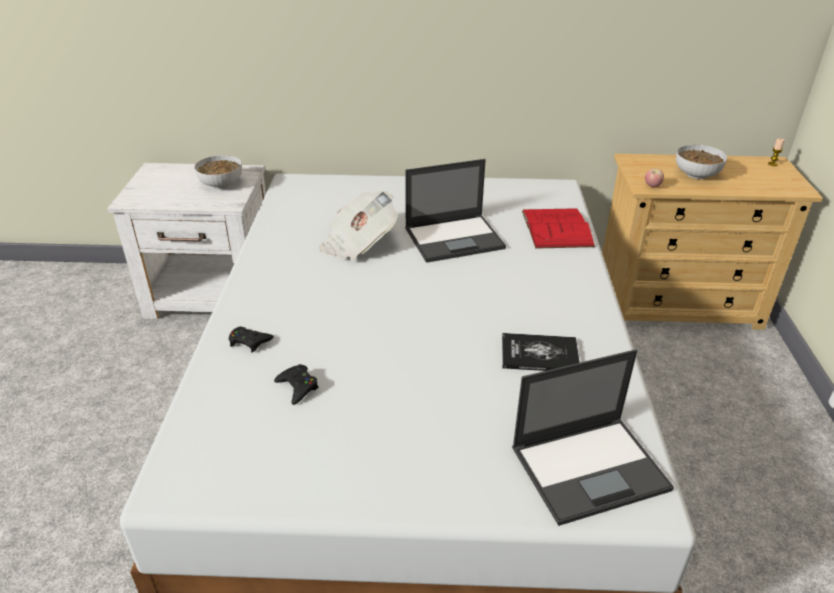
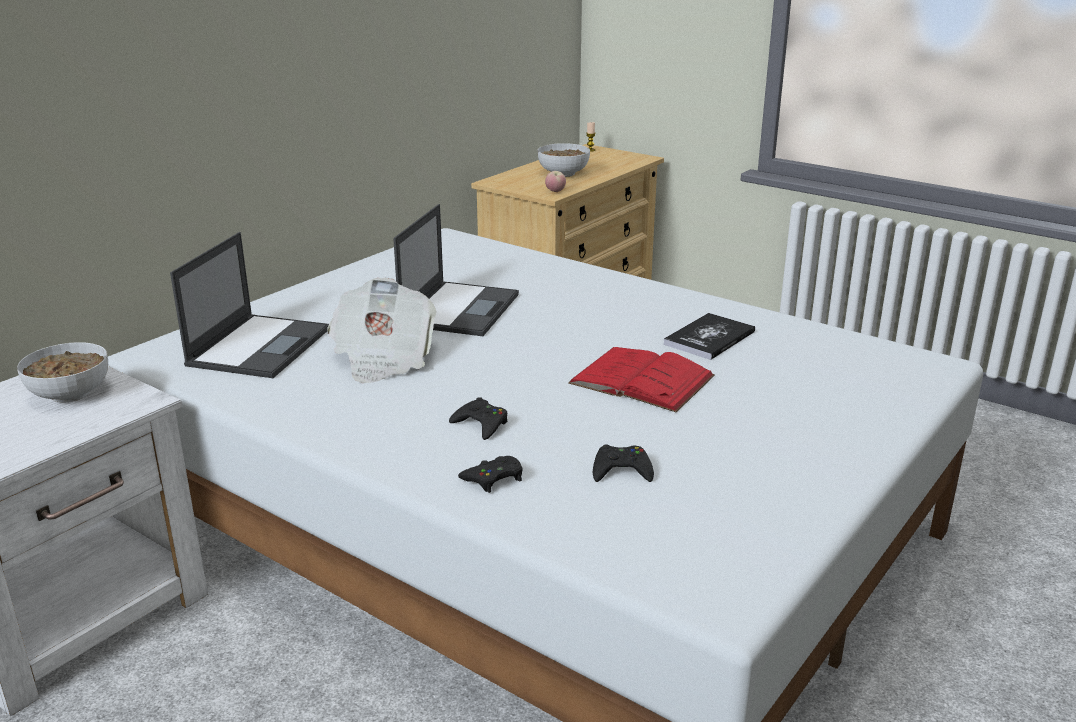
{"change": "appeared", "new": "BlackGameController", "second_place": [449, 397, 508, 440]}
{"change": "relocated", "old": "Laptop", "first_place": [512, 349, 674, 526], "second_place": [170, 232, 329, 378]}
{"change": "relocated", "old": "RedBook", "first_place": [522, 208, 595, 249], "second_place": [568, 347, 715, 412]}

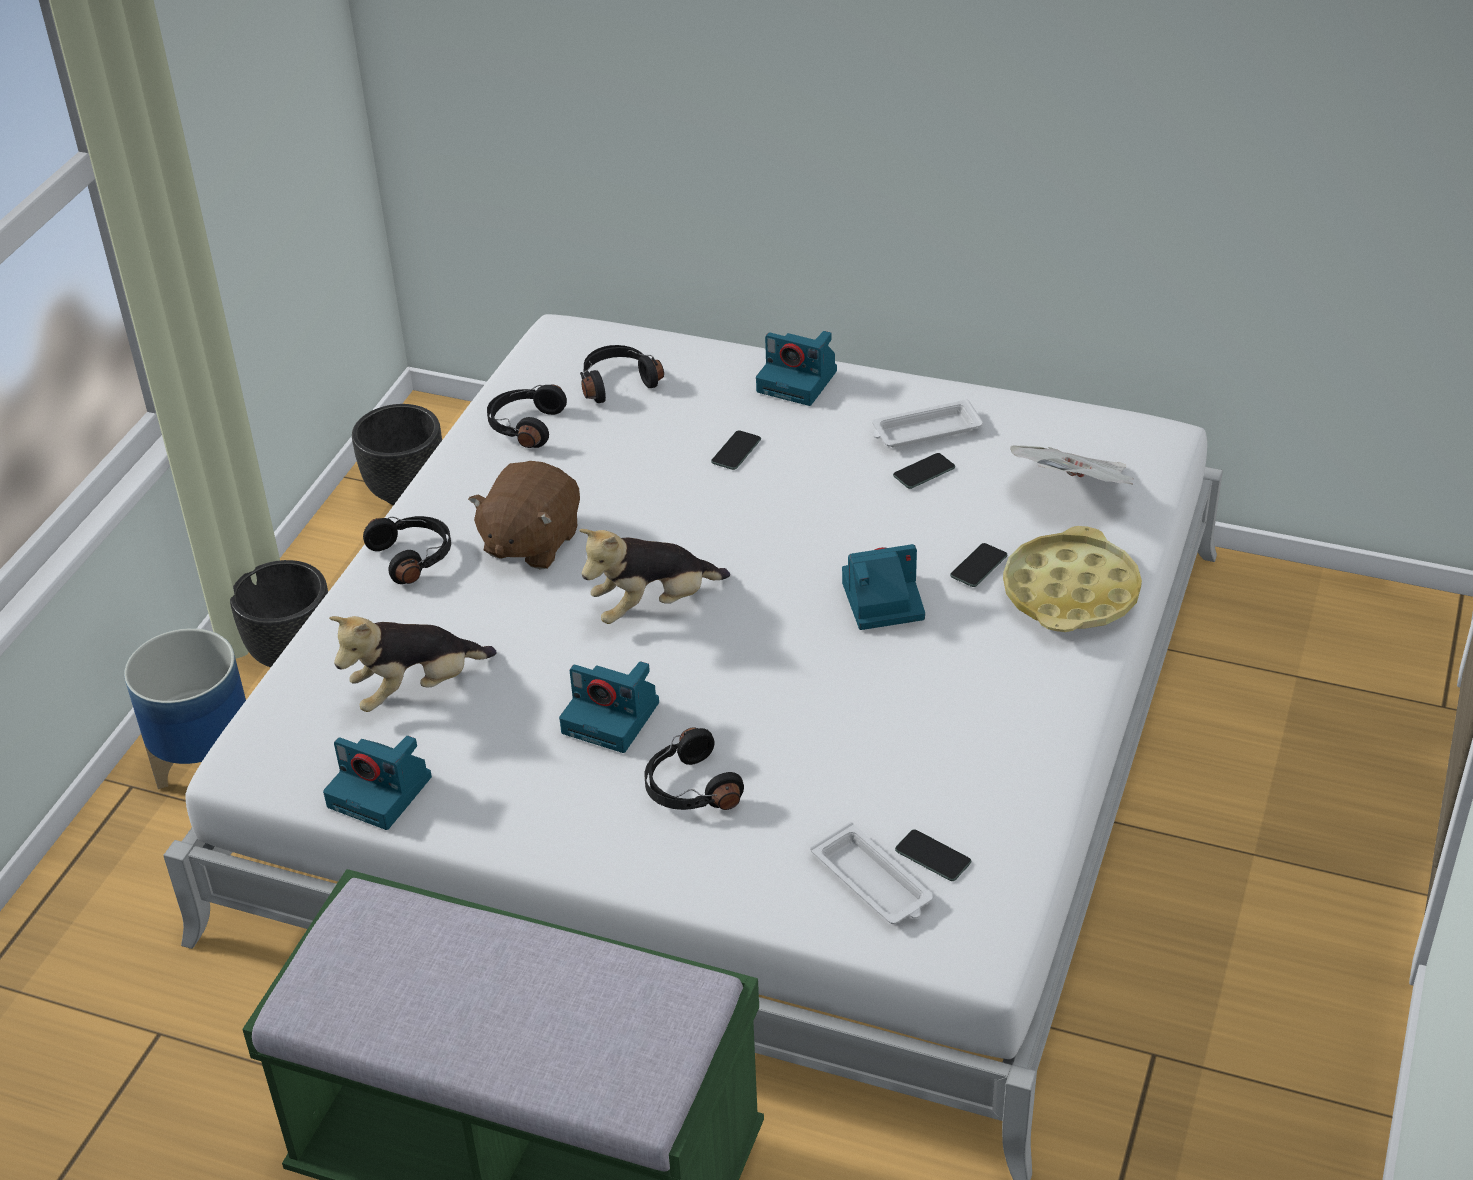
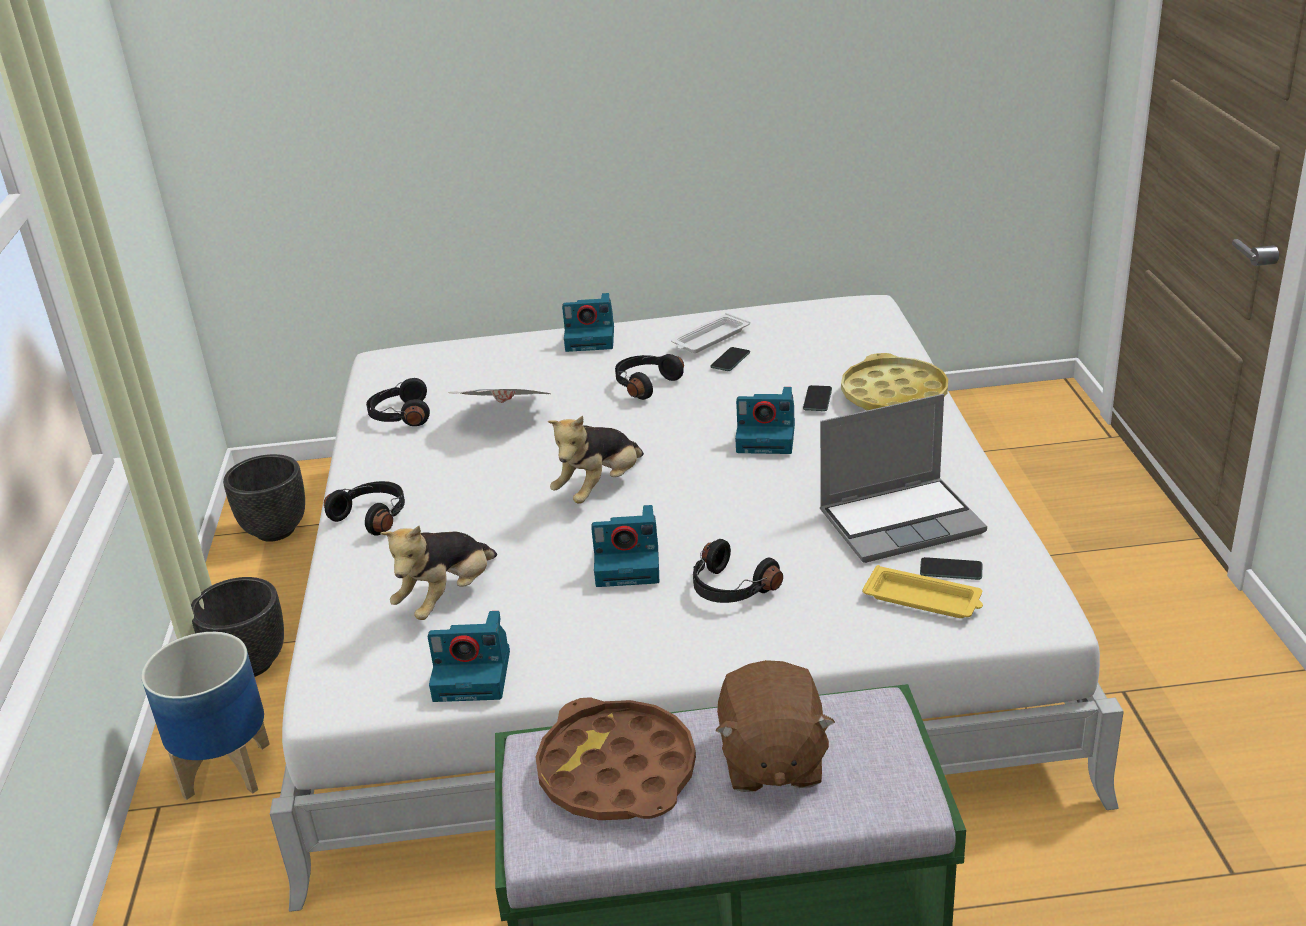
{"change": "missing", "old": "Phone", "first_place": [711, 430, 761, 470]}
{"change": "appeared", "new": "BrownTray", "second_place": [535, 697, 696, 820]}
{"change": "appeared", "new": "Laptop", "second_place": [820, 394, 987, 563]}
{"change": "relocated", "old": "BrownPlushToy", "first_place": [468, 461, 580, 569], "second_place": [715, 660, 835, 792]}
{"change": "relocated", "old": "BlackHeadphones", "first_place": [580, 345, 664, 403], "second_place": [615, 354, 684, 400]}
{"change": "relocated", "old": "Newspaper", "first_place": [1010, 445, 1134, 485], "second_place": [448, 389, 551, 403]}
{"change": "colour", "old": "WhiteTray", "new": "YellowTray", "first_place": [810, 822, 934, 924], "second_place": [862, 565, 983, 618]}
{"change": "spun", "old": "PhotoCamera", "first_place": [842, 544, 925, 630], "second_place": [735, 387, 795, 454], "degrees": -135}

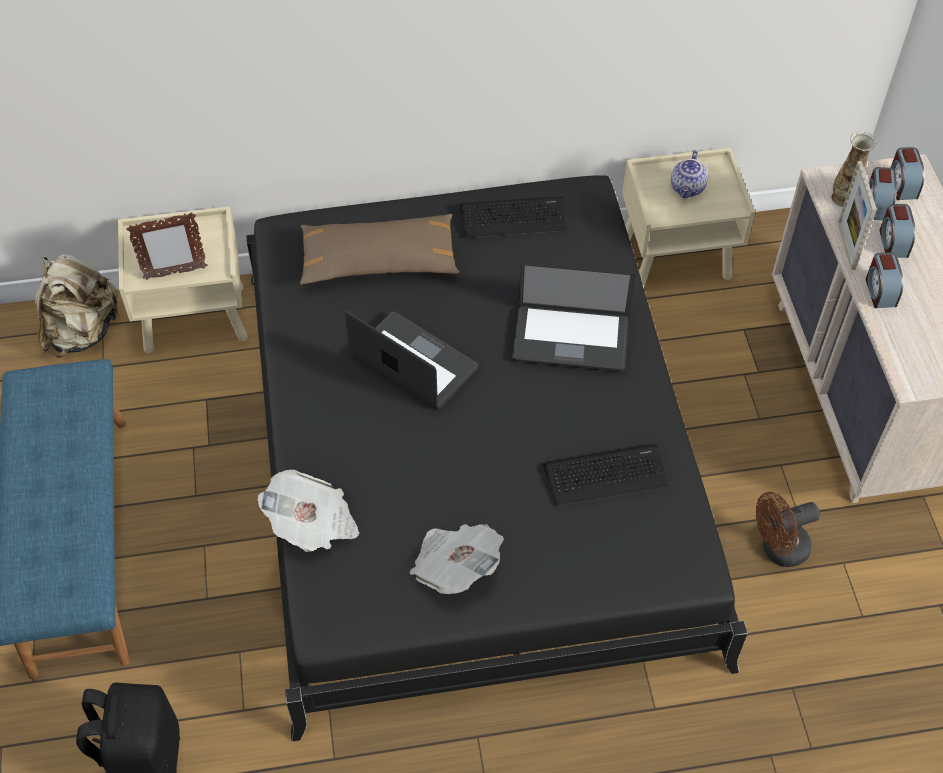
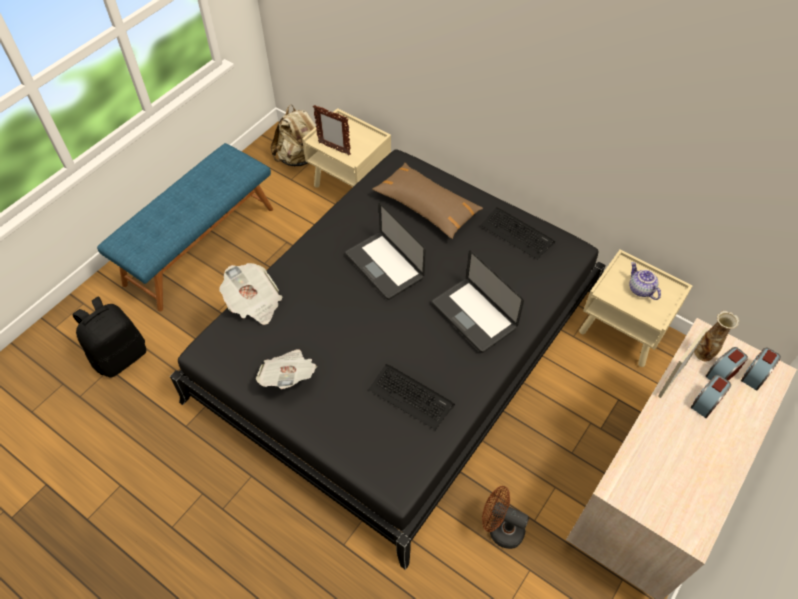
{"change": "missing", "old": "AlarmClock", "first_place": [866, 252, 903, 308]}
{"change": "spun", "old": "Laptop", "first_place": [344, 310, 479, 410], "second_place": [346, 203, 426, 300], "degrees": 150}
{"change": "spun", "old": "Teapot", "first_place": [671, 150, 708, 198], "second_place": [629, 262, 661, 300], "degrees": 90}

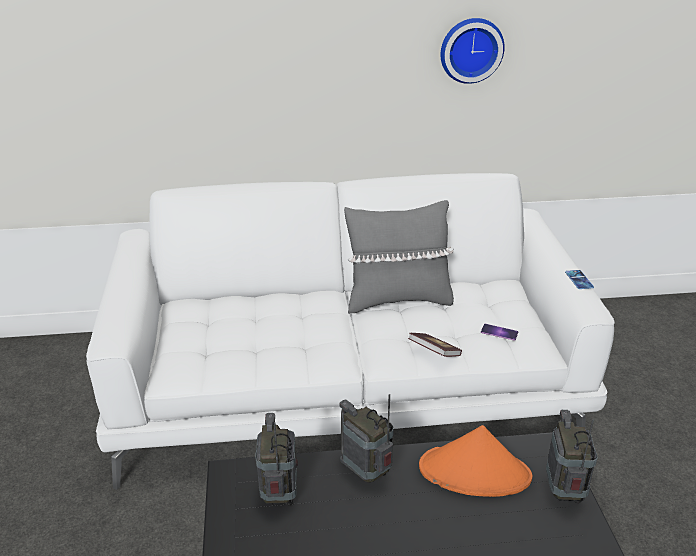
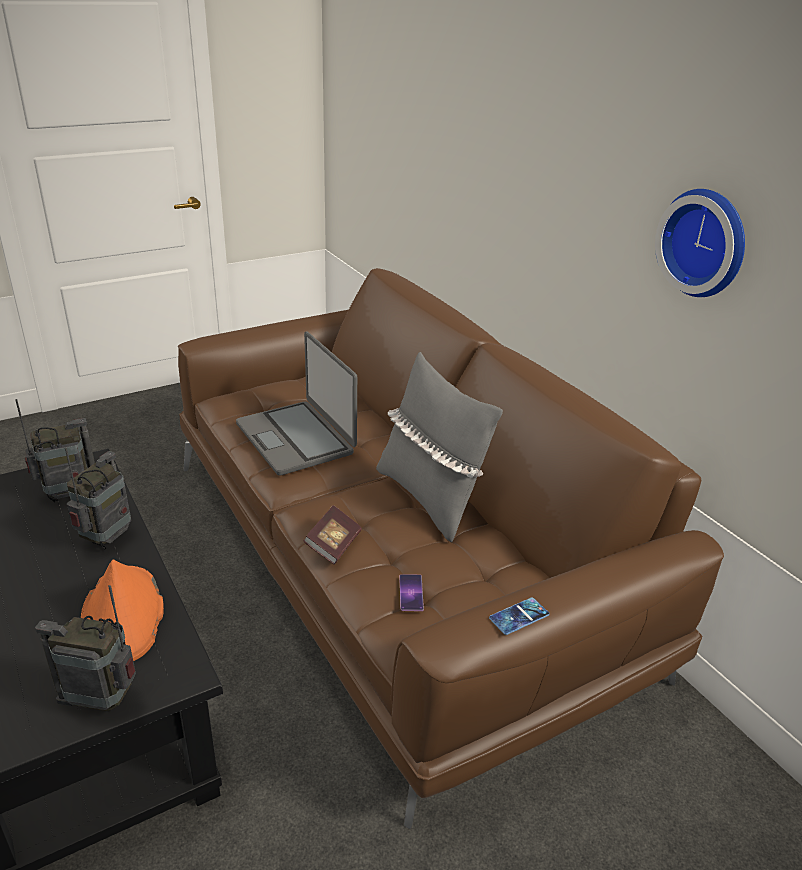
{"change": "appeared", "new": "Laptop", "second_place": [236, 331, 357, 476]}
{"change": "colour", "old": "WhiteSofa", "new": "BrownSofa", "first_place": [86, 173, 615, 490], "second_place": [178, 268, 724, 829]}
{"change": "spun", "old": "Radio", "first_place": [546, 410, 598, 503], "second_place": [35, 585, 136, 711], "degrees": -150}

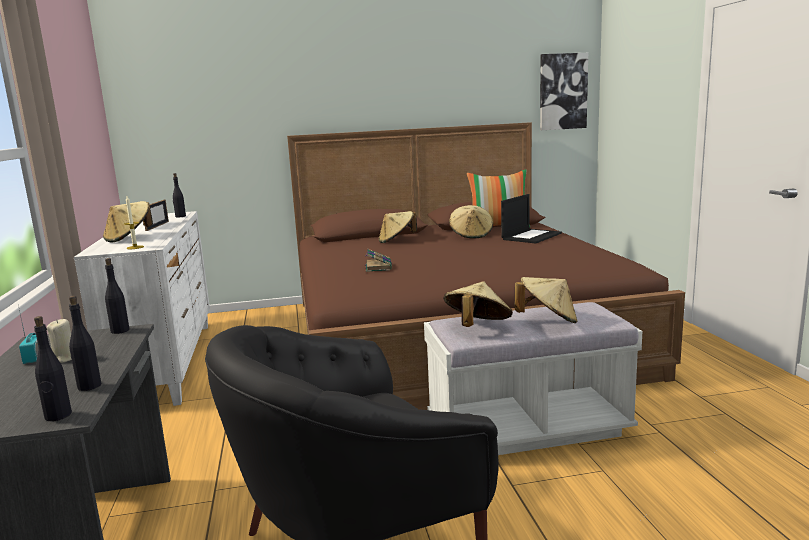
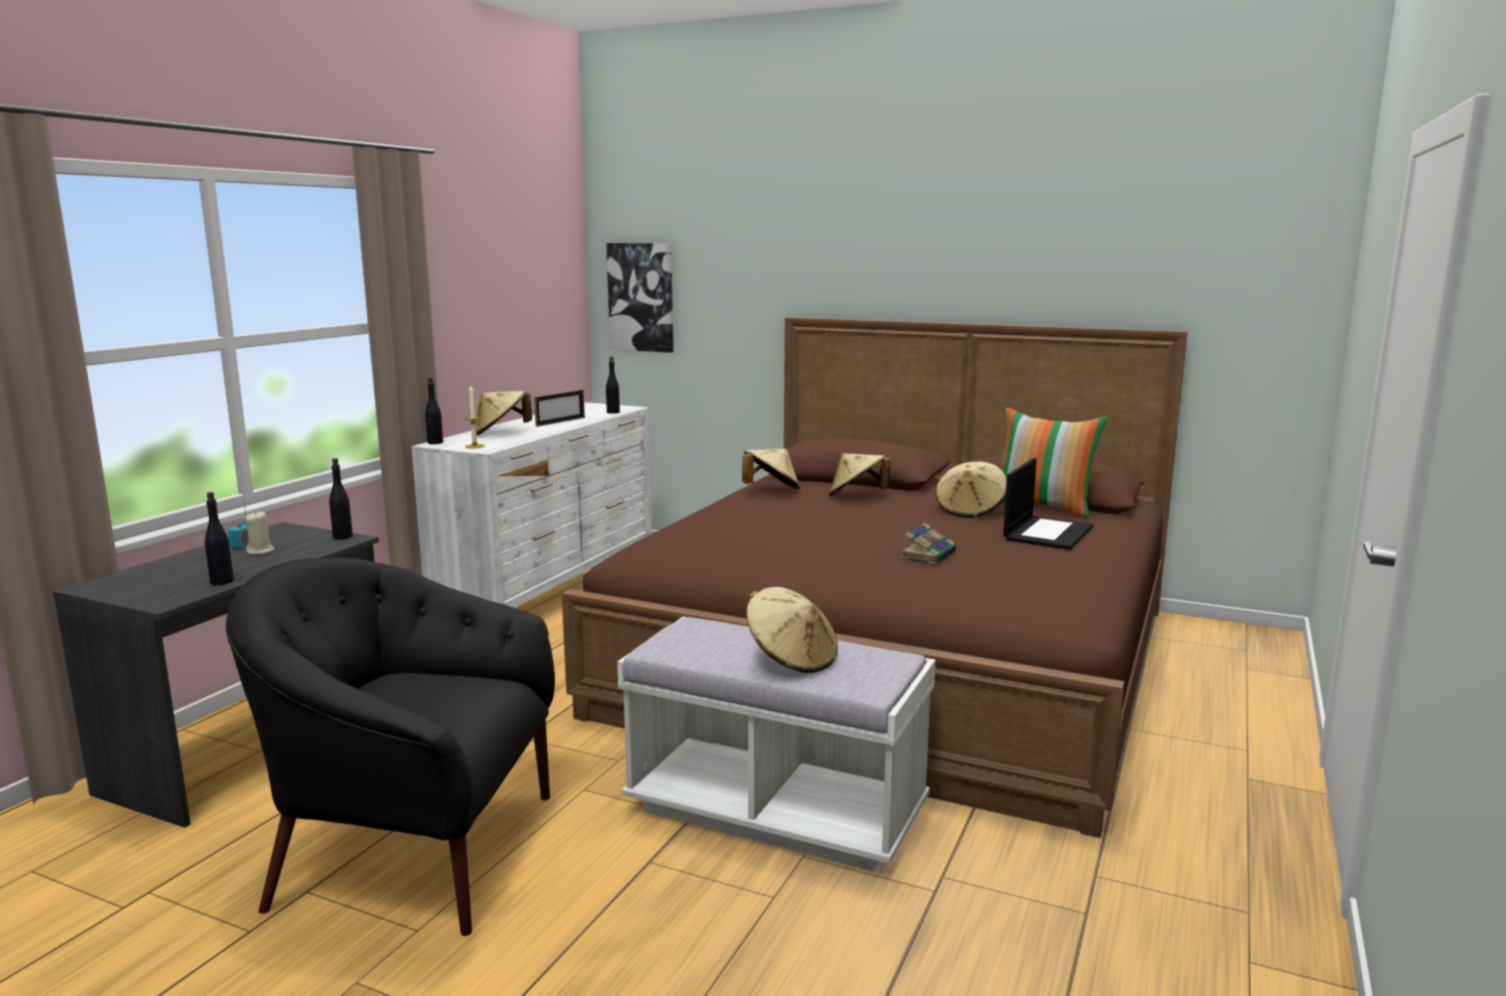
{"change": "relocated", "old": "BlackBottle", "first_place": [34, 316, 72, 421], "second_place": [425, 378, 443, 444]}
{"change": "relocated", "old": "Book", "first_place": [365, 249, 392, 272], "second_place": [900, 523, 956, 564]}
{"change": "relocated", "old": "BeigeHat", "first_place": [444, 281, 513, 327], "second_place": [742, 449, 800, 489]}
{"change": "relocated", "old": "Picture", "first_place": [540, 53, 588, 130], "second_place": [606, 243, 673, 353]}
{"change": "spun", "old": "Laptop", "first_place": [501, 194, 562, 243], "second_place": [1003, 458, 1093, 550], "degrees": -45}

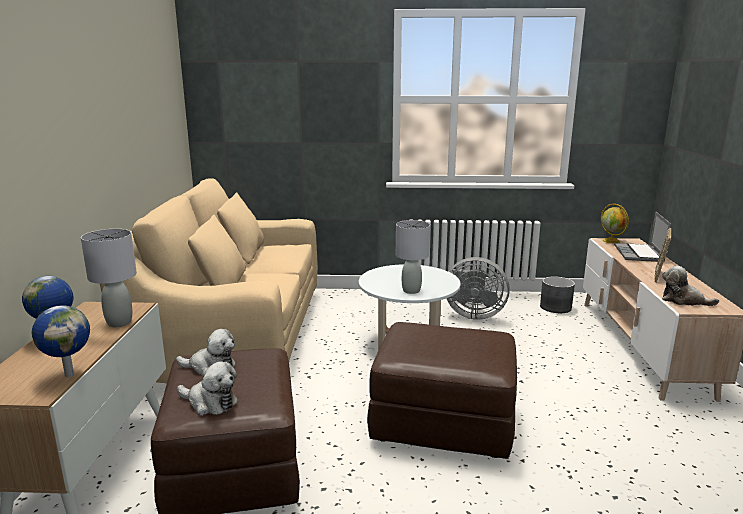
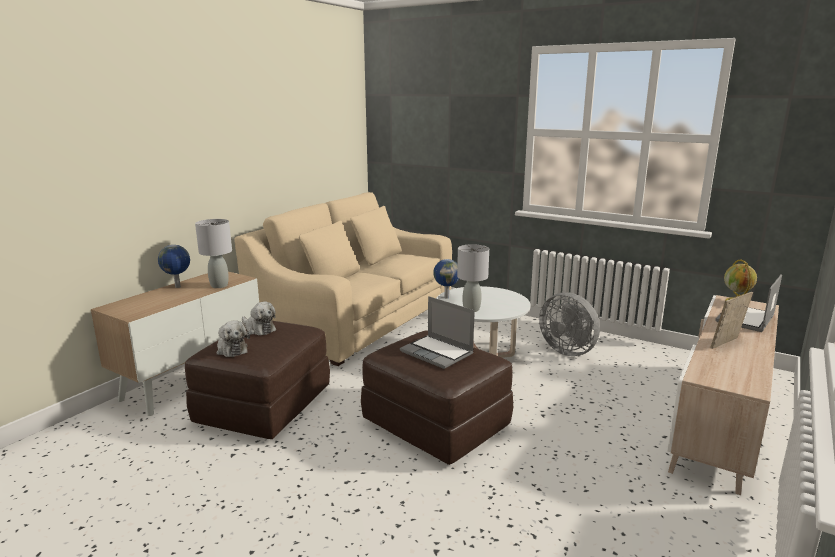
{"change": "missing", "old": "GreyPlanter", "first_place": [540, 276, 575, 313]}
{"change": "missing", "old": "PlushToy", "first_place": [662, 266, 719, 306]}
{"change": "appeared", "new": "Laptop", "second_place": [400, 296, 475, 369]}
{"change": "relocated", "old": "Globe", "first_place": [32, 306, 90, 377], "second_place": [433, 259, 459, 298]}

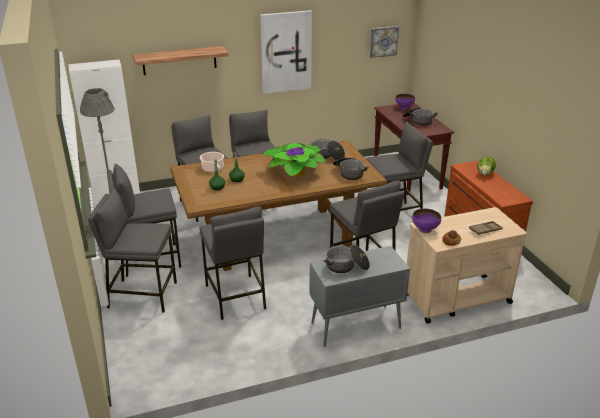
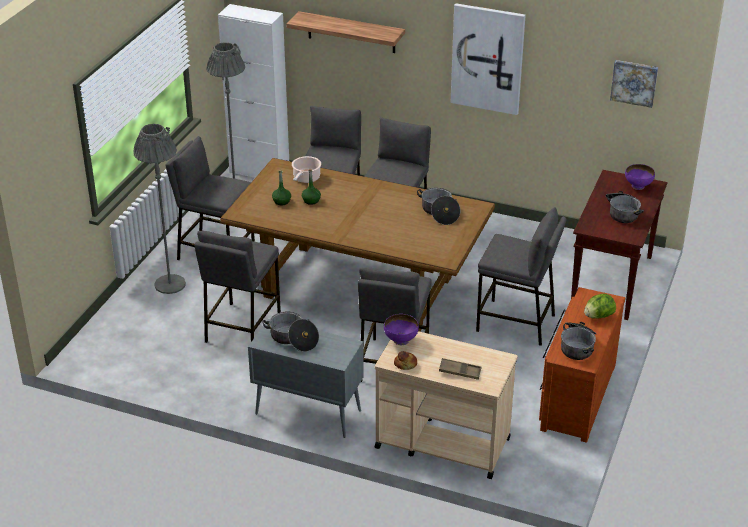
{"change": "missing", "old": "PottedPlant", "first_place": [263, 143, 326, 177]}
{"change": "relocated", "old": "CookingPot", "first_place": [333, 157, 369, 180], "second_place": [561, 322, 597, 360]}
{"change": "exchanged", "old": "GreyStool", "new": "GreyFloorLamp", "first_place": [88, 188, 177, 313], "second_place": [133, 124, 186, 294]}

